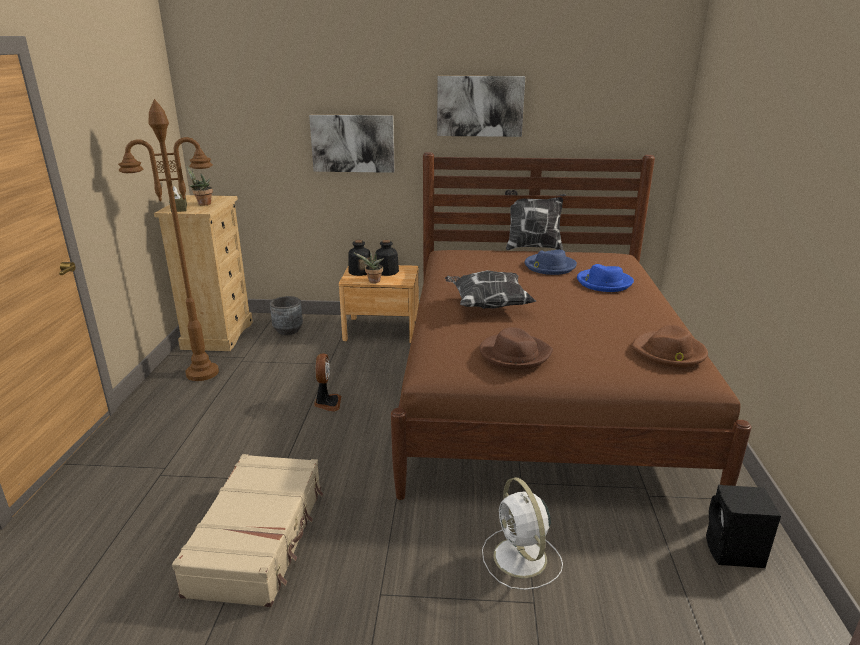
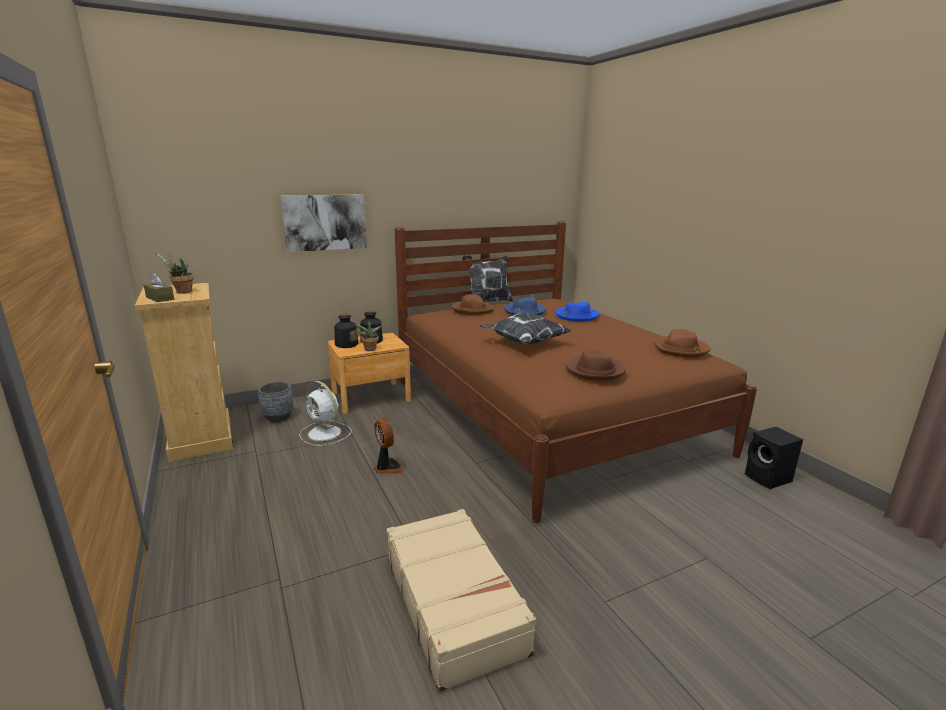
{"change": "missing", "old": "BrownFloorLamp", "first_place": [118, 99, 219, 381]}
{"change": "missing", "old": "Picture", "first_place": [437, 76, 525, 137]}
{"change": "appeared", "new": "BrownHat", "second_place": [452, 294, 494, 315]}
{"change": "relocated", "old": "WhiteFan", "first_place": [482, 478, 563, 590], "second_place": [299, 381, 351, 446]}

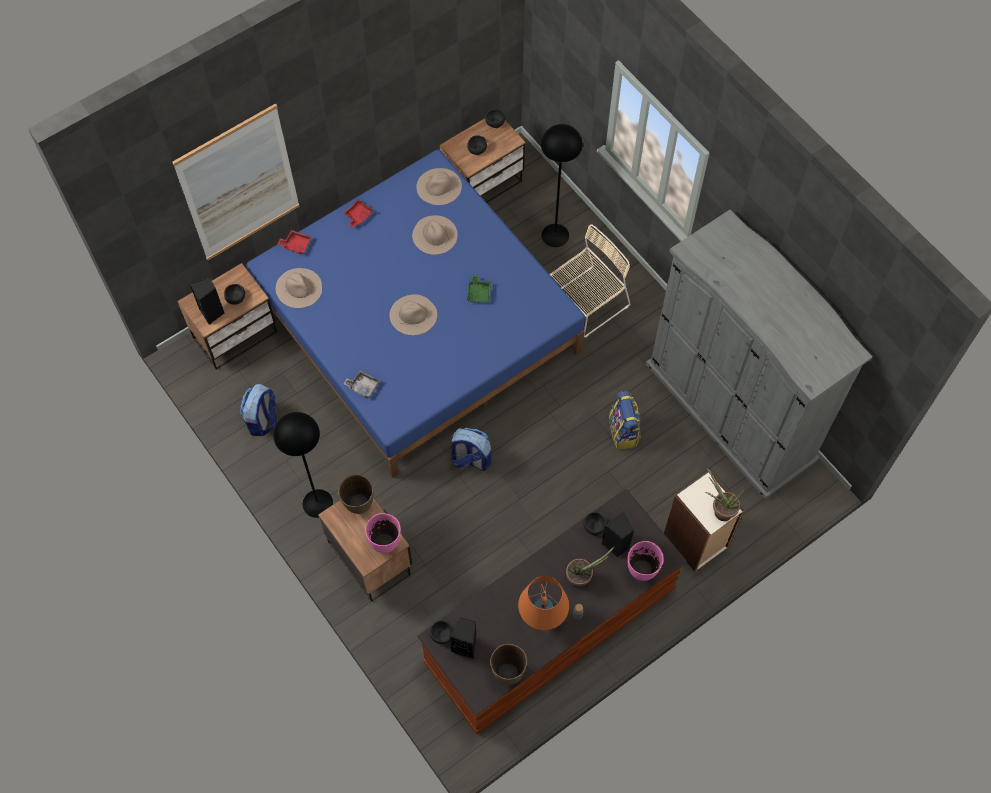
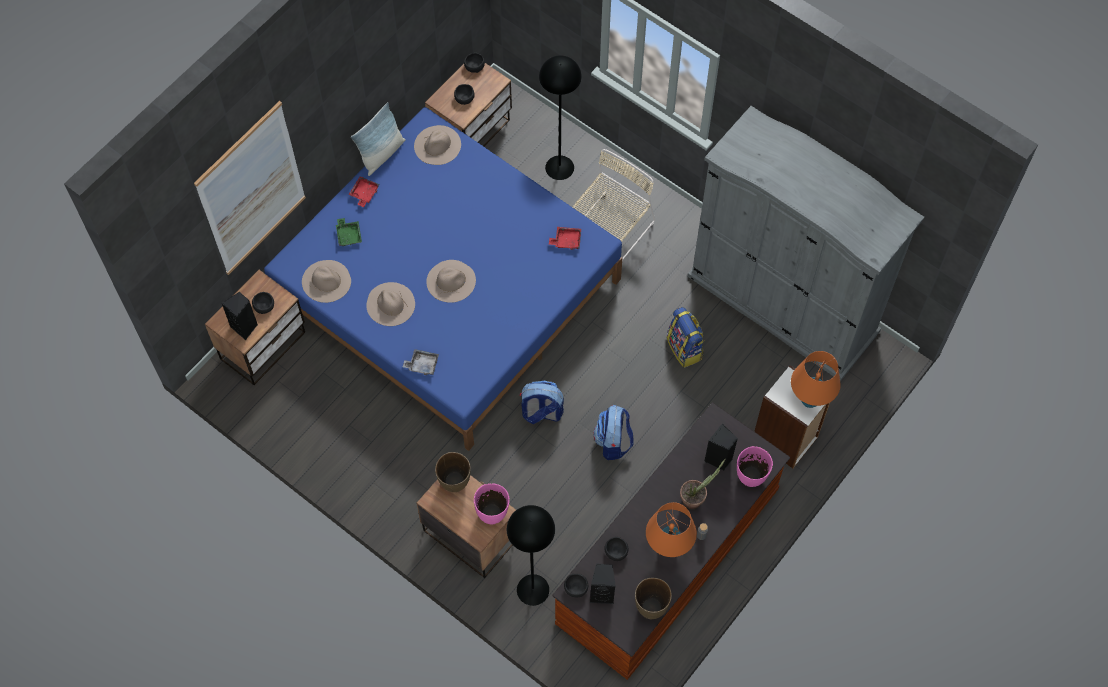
{"change": "appeared", "new": "Pillow", "second_place": [351, 102, 406, 176]}
{"change": "relocated", "old": "Backpack", "first_place": [240, 384, 277, 436], "second_place": [593, 405, 633, 460]}
{"change": "relocated", "old": "BlackFloorLamp", "first_place": [273, 412, 333, 518], "second_place": [507, 505, 555, 606]}
{"change": "relocated", "old": "RedTray", "first_place": [278, 230, 312, 254], "second_place": [549, 227, 581, 250]}
{"change": "relocated", "old": "BeigeHat", "first_place": [412, 215, 458, 255], "second_place": [366, 282, 415, 326]}
{"change": "relocated", "old": "GreenTray", "first_place": [467, 275, 491, 303], "second_place": [336, 218, 362, 246]}
{"change": "relocated", "old": "BlackBowl", "first_place": [583, 512, 607, 536], "second_place": [604, 537, 629, 561]}
{"change": "exchanged", "old": "PottedPlant", "new": "OrangeTableLamp", "first_place": [706, 467, 744, 521], "second_place": [791, 351, 841, 408]}

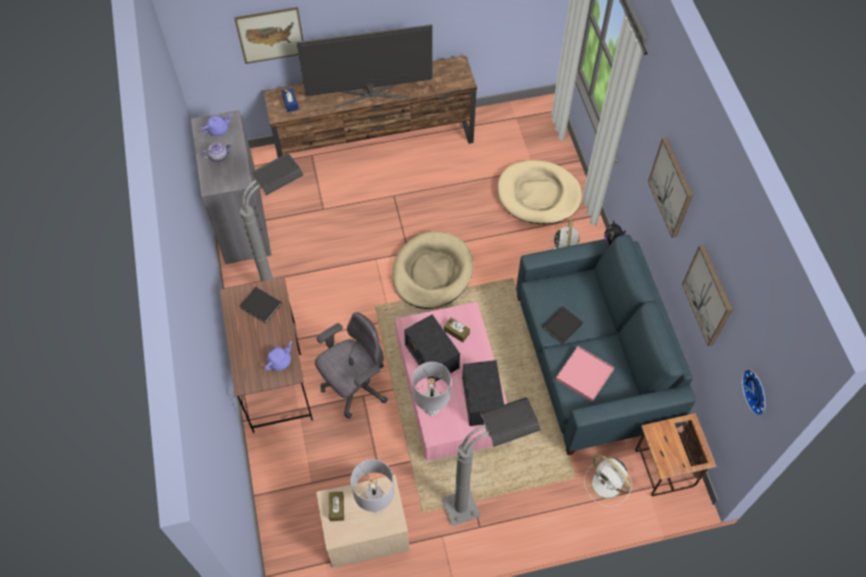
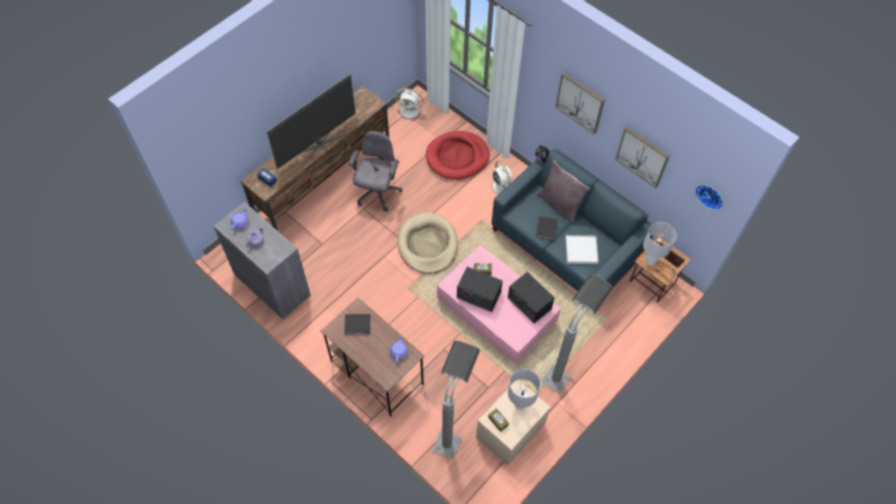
{"change": "missing", "old": "Picture", "first_place": [234, 7, 304, 64]}
{"change": "appeared", "new": "GreyPillow", "second_place": [537, 160, 591, 223]}
{"change": "relocated", "old": "GreyFloorLamp", "first_place": [240, 153, 304, 296], "second_place": [432, 340, 480, 459]}
{"change": "relocated", "old": "GreyOfficeChair", "first_place": [315, 312, 388, 419], "second_place": [348, 131, 402, 212]}
{"change": "relocated", "old": "GreyTableLamp", "first_place": [412, 362, 451, 416], "second_place": [643, 222, 676, 265]}
{"change": "relocated", "old": "WhiteFan", "first_place": [584, 454, 632, 507], "second_place": [395, 88, 425, 122]}
{"change": "colour", "old": "BeigeDogBed", "new": "RedDogBed", "first_place": [498, 160, 582, 224], "second_place": [426, 131, 490, 180]}
{"change": "colour", "old": "PinkTray", "new": "WhiteTray", "first_place": [556, 346, 615, 402], "second_place": [565, 235, 598, 264]}

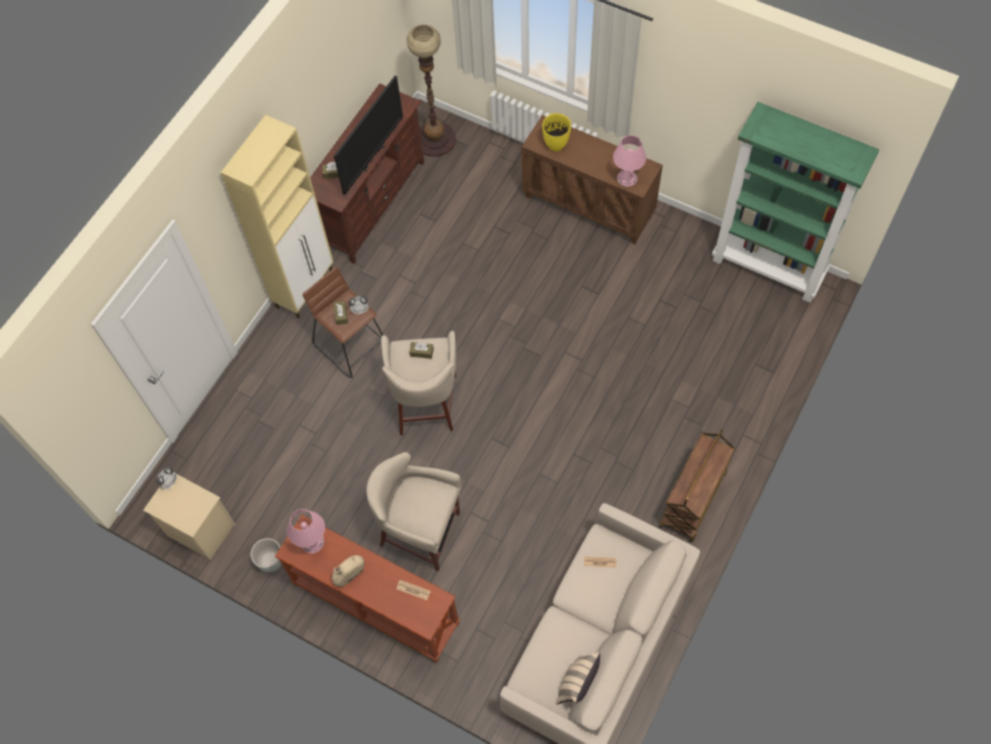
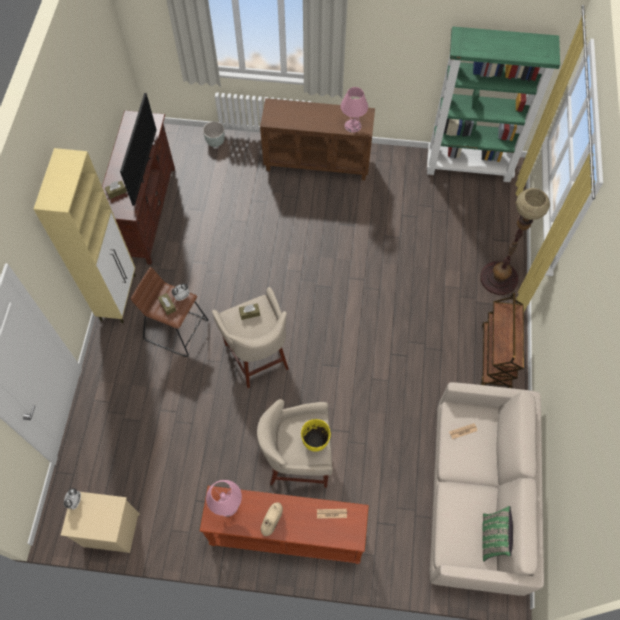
{"change": "relocated", "old": "GreyPlanter", "first_place": [251, 538, 282, 572], "second_place": [203, 121, 225, 147]}
{"change": "relocated", "old": "FloorLamp", "first_place": [406, 24, 456, 157], "second_place": [480, 188, 550, 295]}
{"change": "relocated", "old": "YellowVase", "first_place": [542, 113, 571, 151], "second_place": [301, 419, 331, 452]}
{"change": "colour", "old": "BeigePillow", "new": "GreenPillow", "first_place": [557, 652, 600, 705], "second_place": [482, 506, 513, 562]}

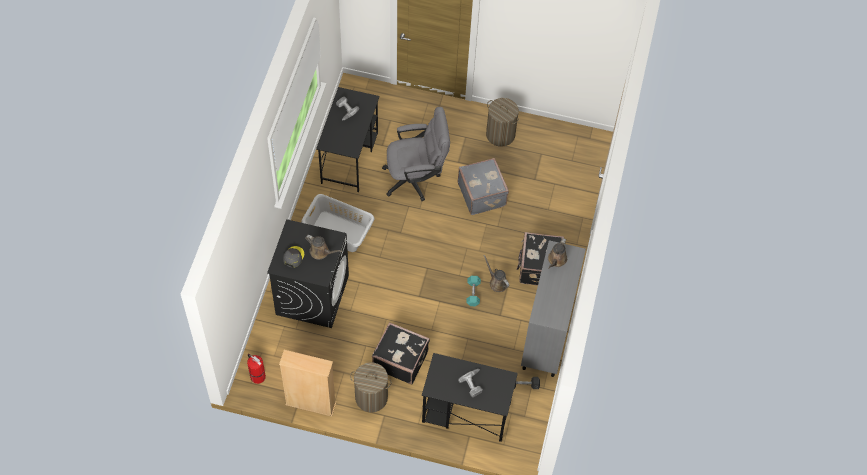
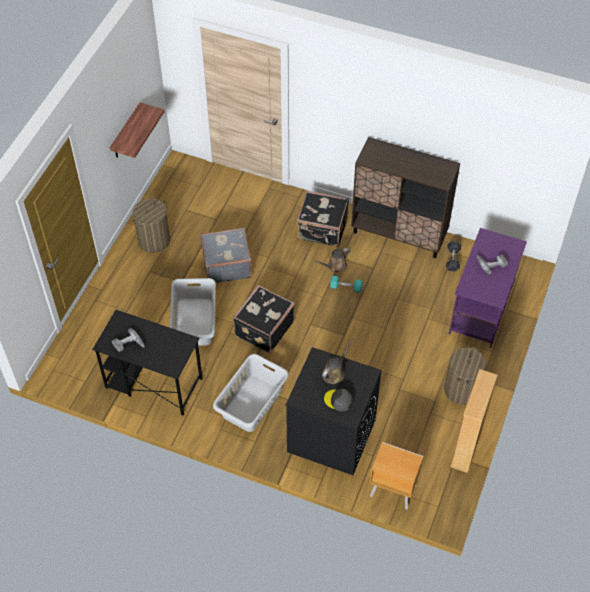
{"change": "missing", "old": "FireExtinguisher", "first_place": [247, 354, 266, 384]}
{"change": "missing", "old": "BrownWateringCan", "first_place": [548, 238, 567, 269]}
{"change": "appeared", "new": "Shelf", "second_place": [110, 102, 164, 158]}
{"change": "appeared", "new": "BrownNightstand", "second_place": [370, 442, 424, 510]}
{"change": "relocated", "old": "BlackSuitcase", "first_place": [372, 322, 430, 385], "second_place": [233, 285, 295, 353]}
{"change": "exchanged", "old": "GreyOfficeChair", "new": "GreyLaundryBasket", "first_place": [382, 107, 450, 201], "second_place": [169, 278, 216, 346]}
{"change": "colour", "old": "BlackDesk", "new": "PurpleDesk", "first_place": [422, 353, 518, 442], "second_place": [449, 228, 527, 348]}
{"change": "colour", "old": "GreyCabinet", "new": "BrownCabinet", "first_place": [521, 240, 586, 377], "second_place": [351, 137, 460, 258]}

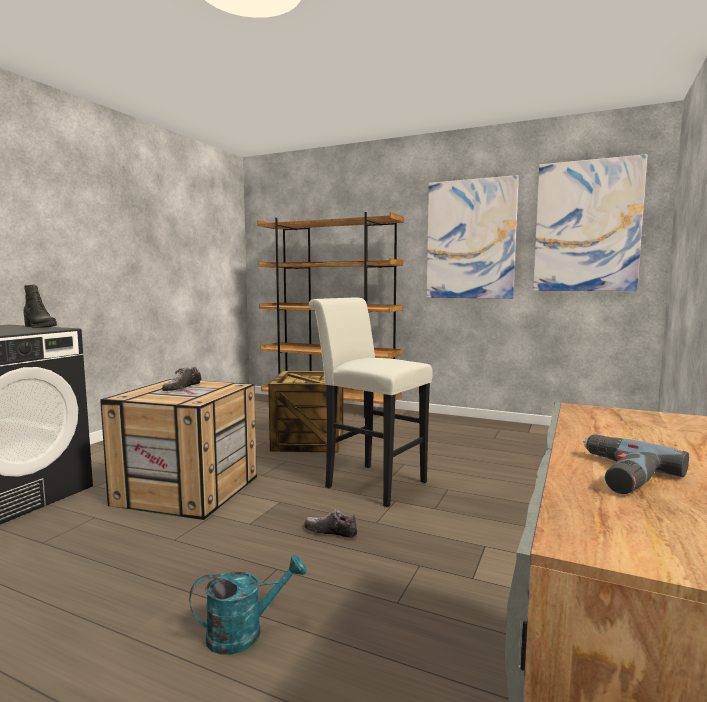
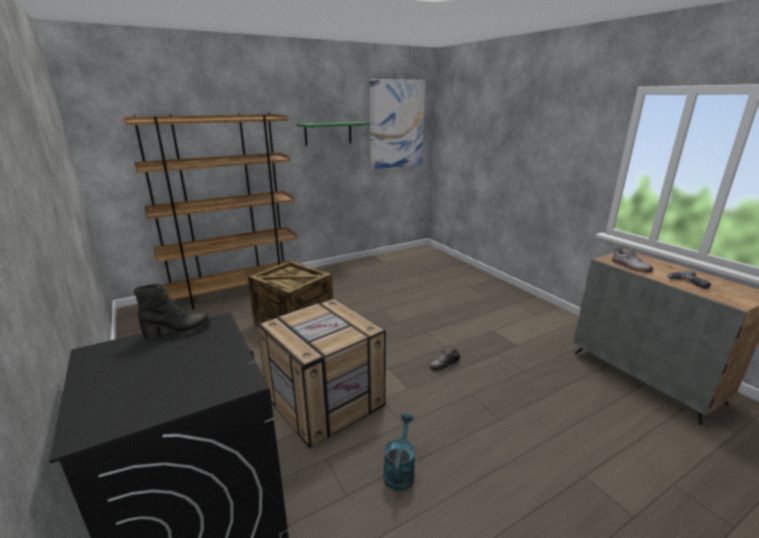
{"change": "missing", "old": "WhiteStool", "first_place": [309, 297, 433, 507]}
{"change": "relocated", "old": "Shoe", "first_place": [162, 367, 202, 391], "second_place": [612, 248, 653, 273]}
{"change": "relocated", "old": "TurquoiseWateringCan", "first_place": [189, 555, 306, 655], "second_place": [383, 414, 416, 491]}
{"change": "exchanged", "old": "Picture", "new": "GreenShelf", "first_place": [427, 175, 519, 299], "second_place": [296, 122, 370, 146]}

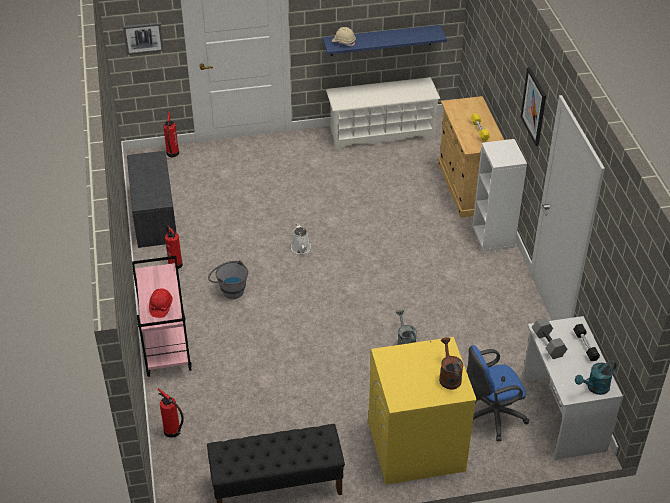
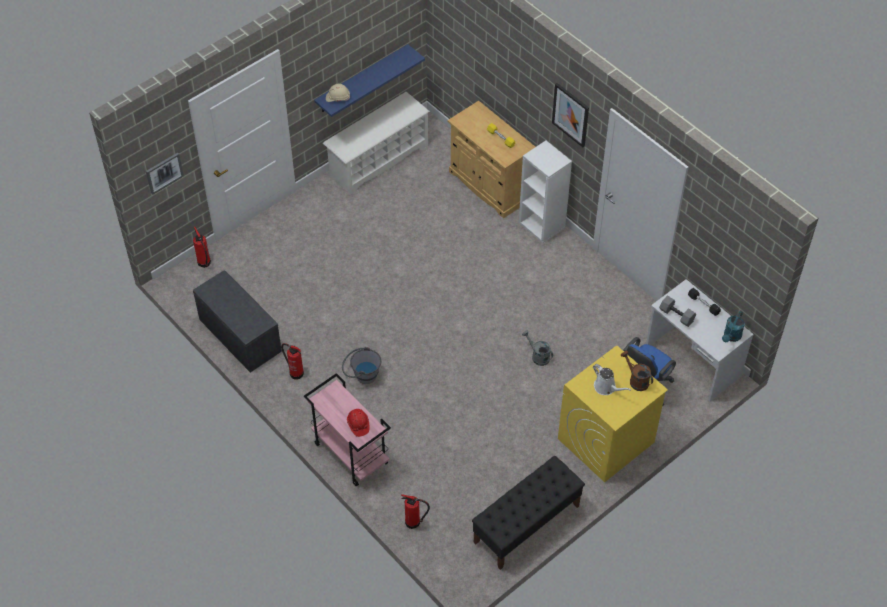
{"change": "relocated", "old": "WhiteWateringCan", "first_place": [291, 223, 311, 254], "second_place": [593, 364, 631, 395]}

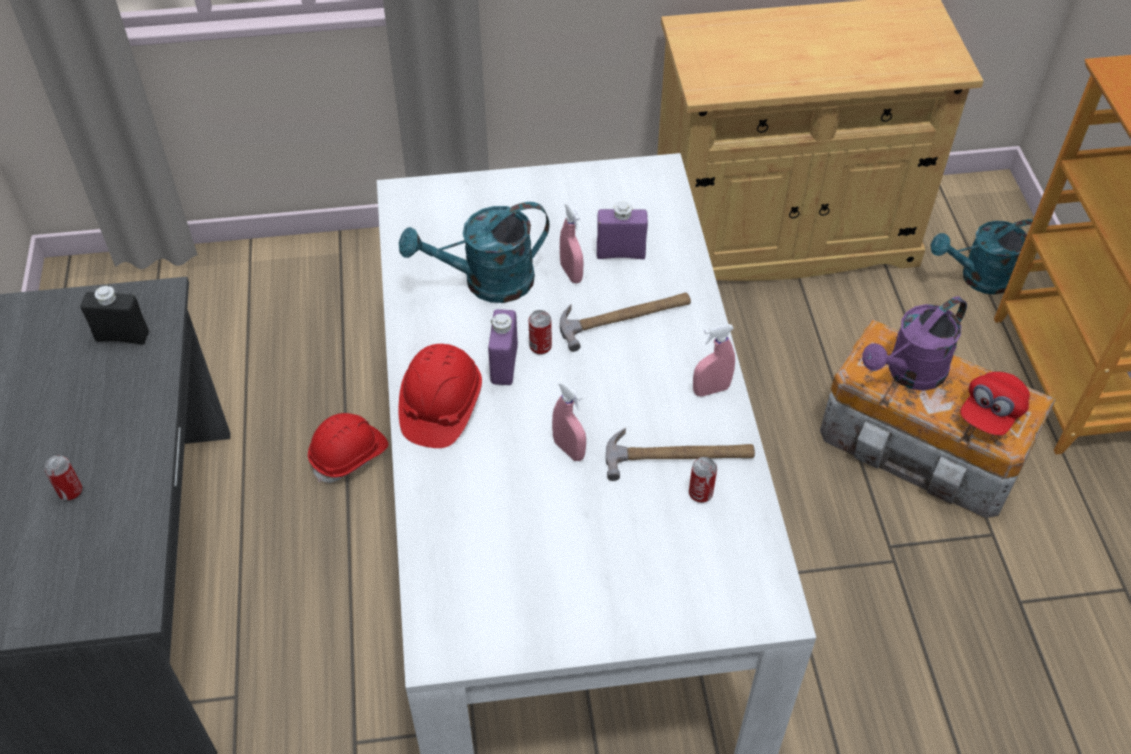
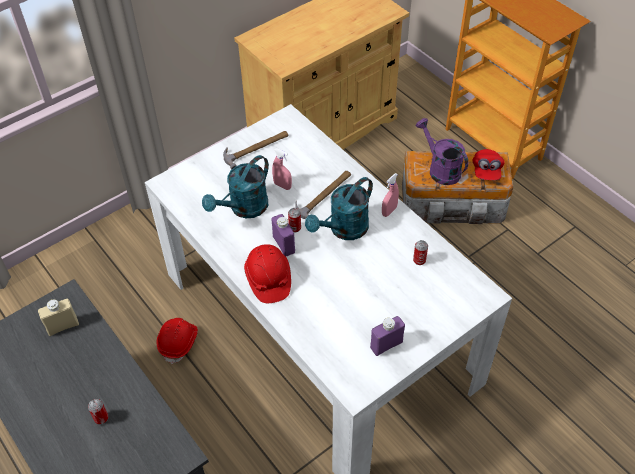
{"change": "missing", "old": "PinkSprayBottle", "first_place": [552, 381, 586, 461]}
{"change": "relocated", "old": "PurpleBottle", "first_place": [597, 202, 648, 259], "second_place": [370, 316, 405, 356]}
{"change": "relocated", "old": "Hammer", "first_place": [606, 428, 755, 481], "second_place": [223, 131, 288, 169]}
{"change": "relocated", "old": "TurquoiseWateringCan", "first_place": [931, 219, 1033, 295], "second_place": [305, 177, 373, 240]}
{"change": "colour", "old": "BlackBottle", "new": "BeigeBottle", "first_place": [80, 285, 149, 344], "second_place": [38, 299, 79, 336]}
{"change": "spun", "old": "PurpleWateringCan", "first_place": [862, 296, 967, 391], "second_place": [416, 118, 469, 185], "degrees": 120}

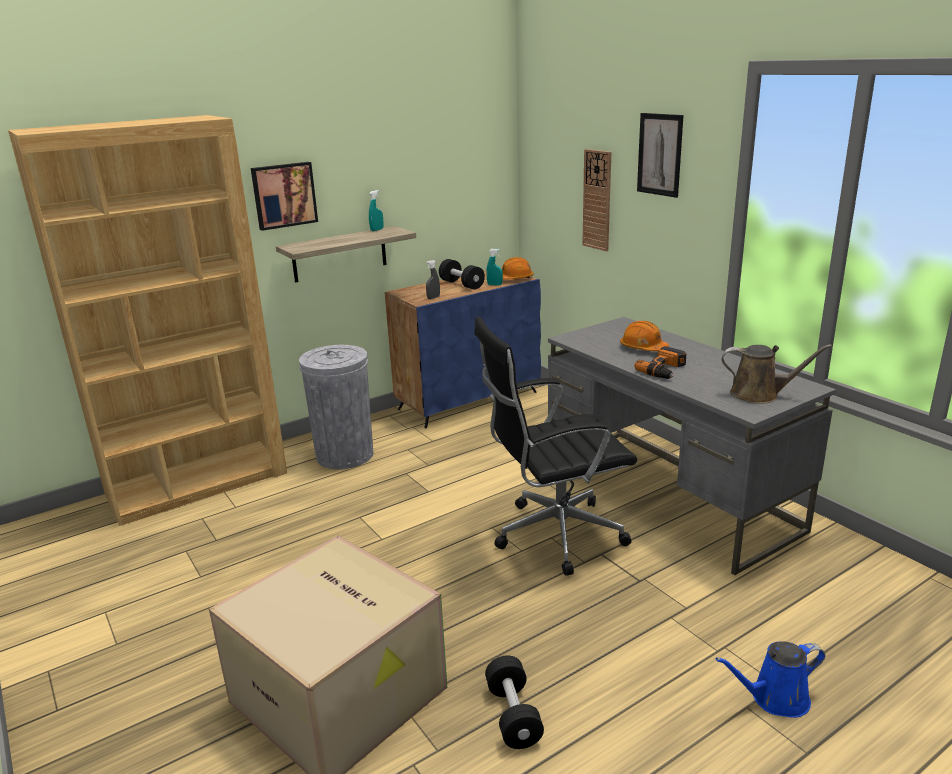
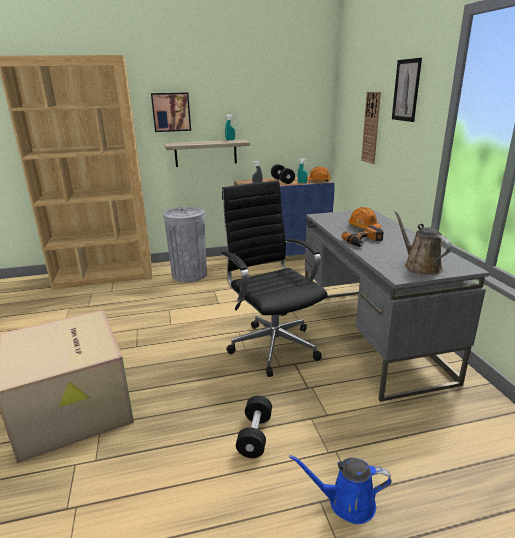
{"change": "relocated", "old": "BlackDumbbell", "first_place": [485, 655, 544, 749], "second_place": [236, 396, 272, 458]}
{"change": "spun", "old": "BlackOfficeChair", "first_place": [474, 317, 637, 576], "second_place": [221, 180, 328, 377], "degrees": 60}
{"change": "spun", "old": "BrownWateringCan", "first_place": [722, 344, 832, 404], "second_place": [394, 211, 452, 275], "degrees": -150}

